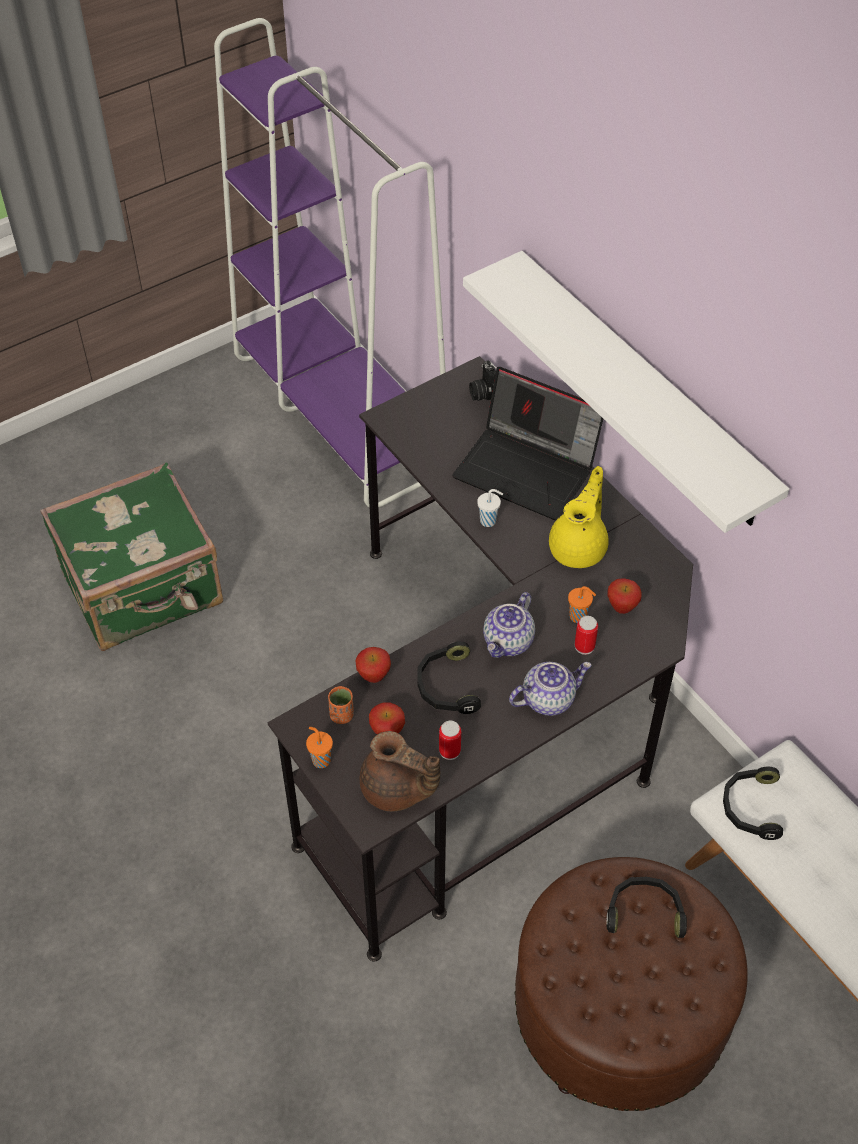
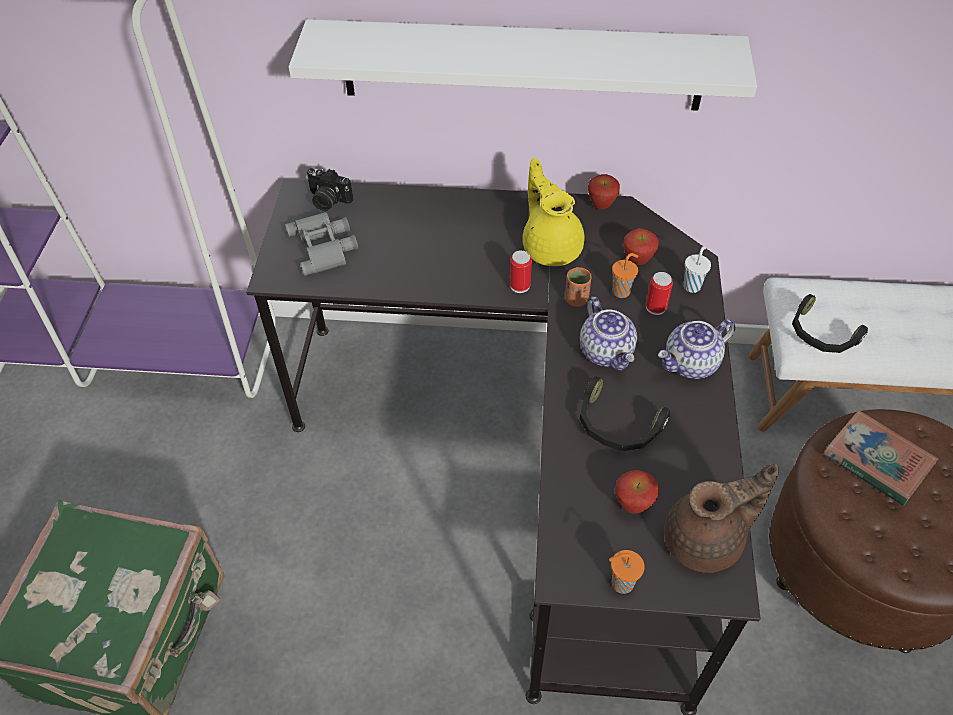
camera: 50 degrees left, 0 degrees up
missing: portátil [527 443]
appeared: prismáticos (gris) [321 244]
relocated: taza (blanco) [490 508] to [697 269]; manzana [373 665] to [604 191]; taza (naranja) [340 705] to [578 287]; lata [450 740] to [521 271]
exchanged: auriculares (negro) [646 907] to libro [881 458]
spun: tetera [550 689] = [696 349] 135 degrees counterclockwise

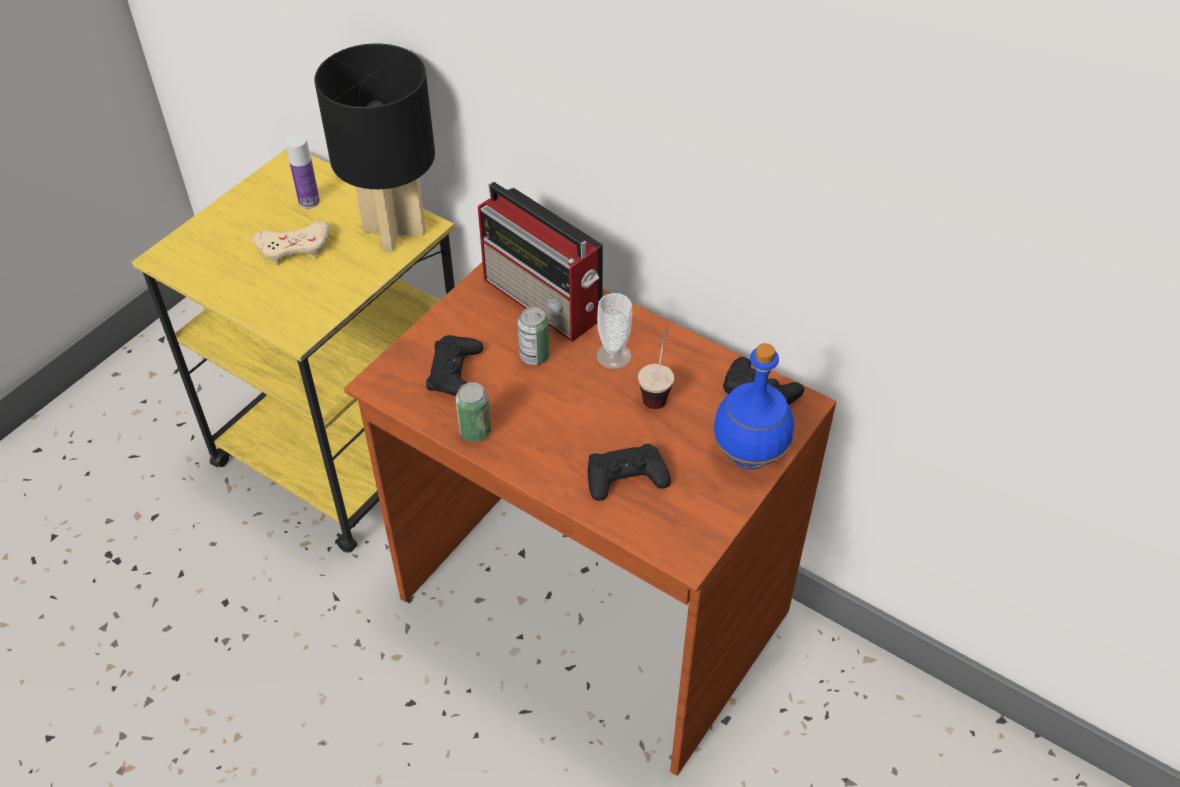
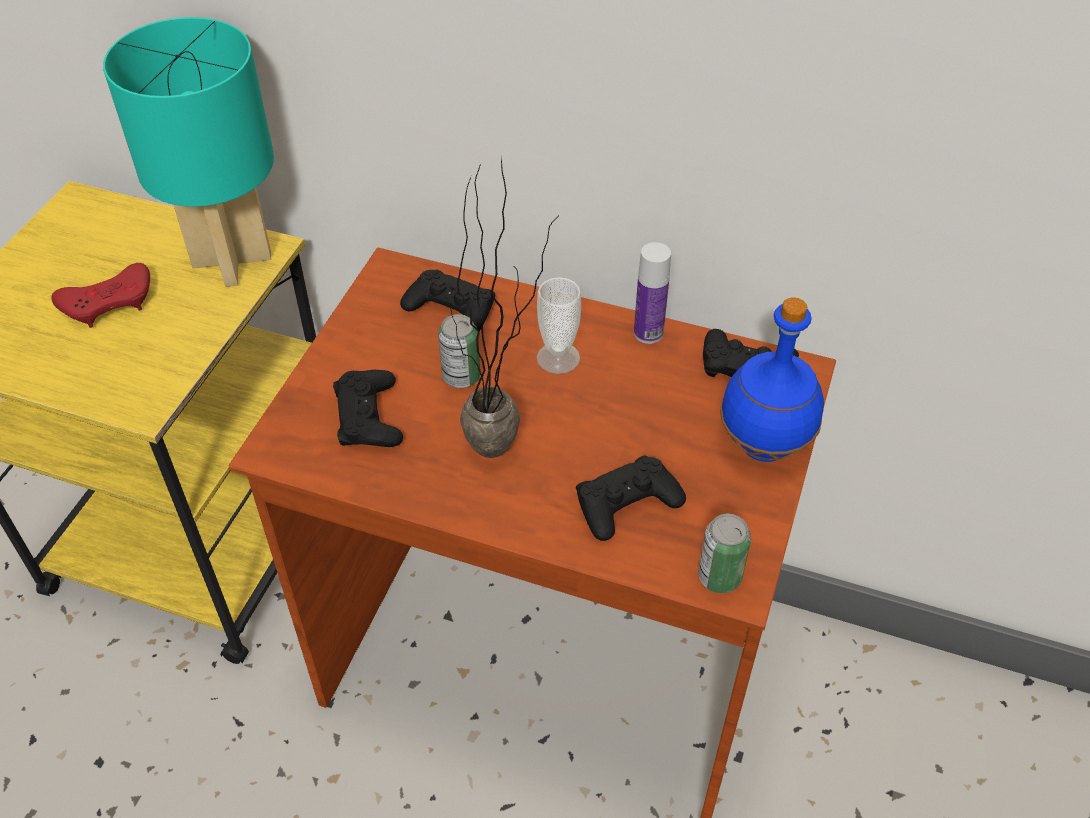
camera: 15 degrees left, 0 degrees up
missing: taza [656 367]
appeared: planta en maceta [500 307]
relocated: botella [303 171] to [652 293]; lata [473 412] to [724 553]
exchanged: radio [540 262] to mando de consola (negro) [447 300]
colour: lámpara de mesa (negro) [375 148] to lámpara de mesa (turquesa) [188 152]; mando de consola (beis) [292 243] to mando de consola (rojo) [100 295]

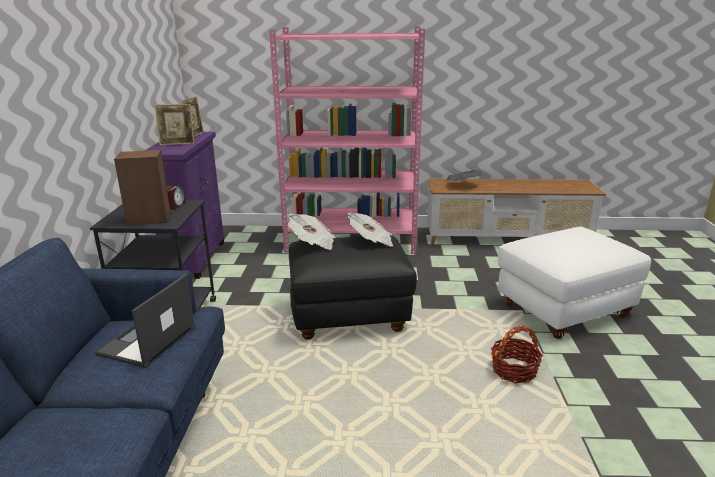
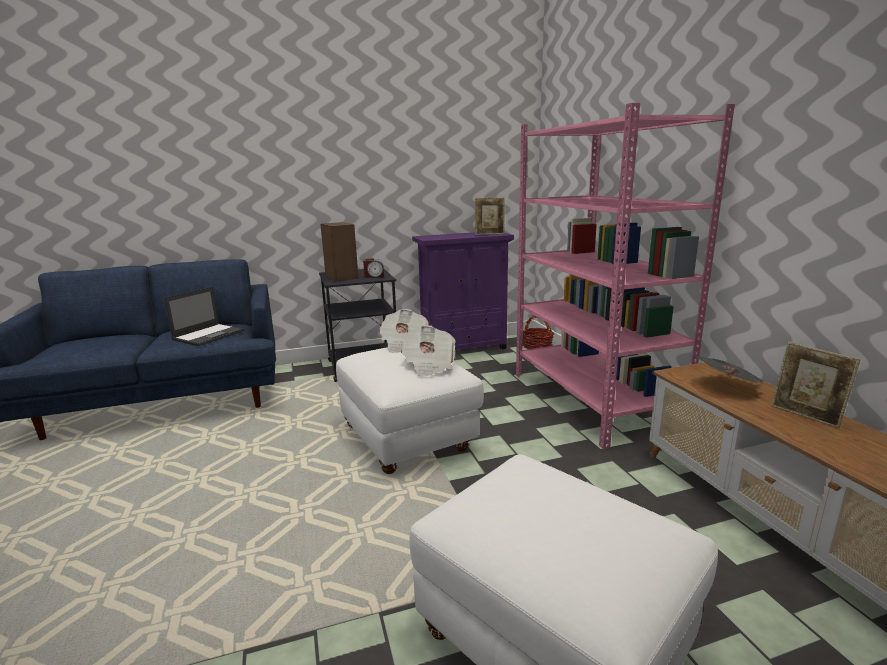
camera: 70 degrees right, 5 degrees down
relocated: portarretratos [175 125] to [816 385]; cesta [517 354] to [538 332]
colour: puf (negro) [353 287] to puf (blanco) [410 410]
spun: portátil [145 321] = [204 316] 120 degrees clockwise

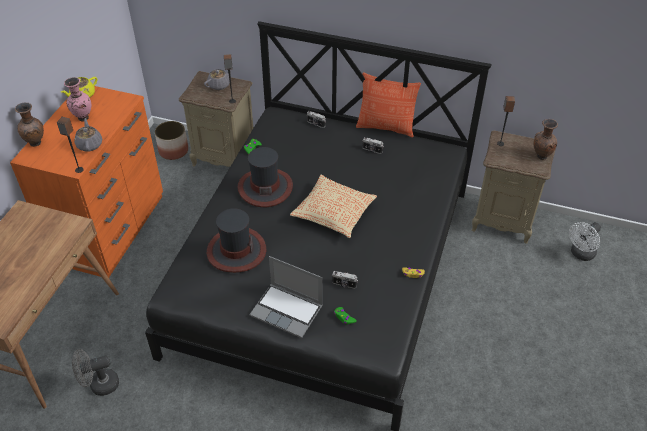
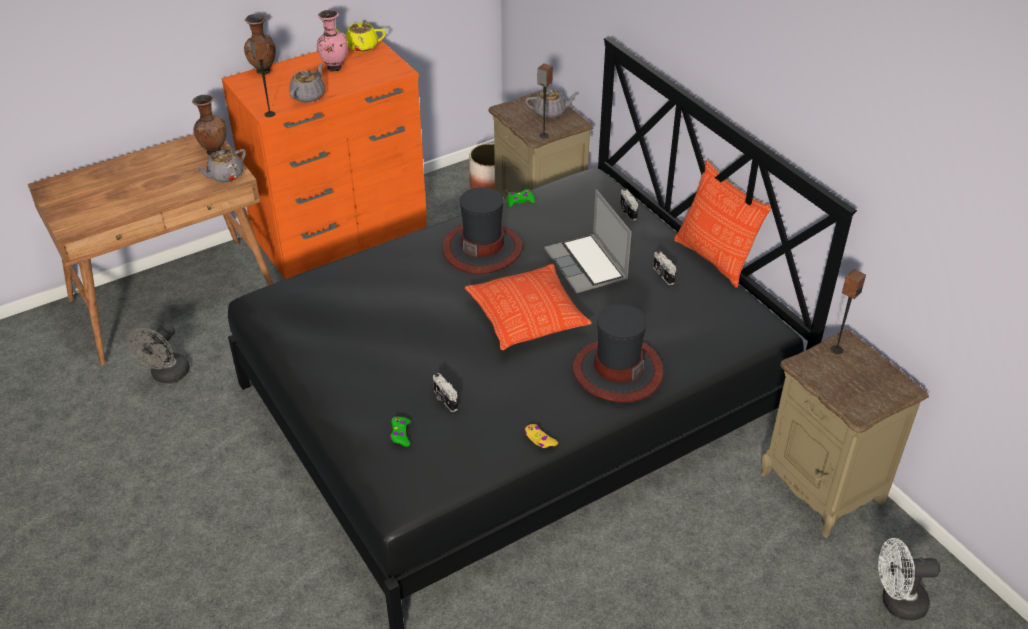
camera: 40 degrees right, 5 degrees down
appeared: tetera (gris) [221 165]
relocated: florero (marrón) [546 139] to [209 124]; sombrero [236 240] to [617 353]; portátil [286 297] to [588 242]
colour: cojín (beis) [333 206] to cojín (naranja) [528 307]
spun: ventilador (gris) [95 372] = [159 353] 90 degrees counterclockwise

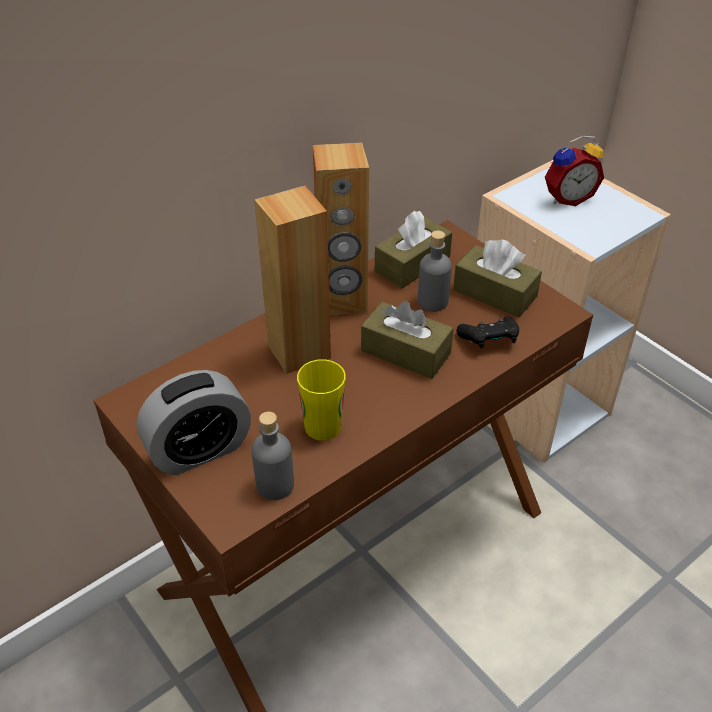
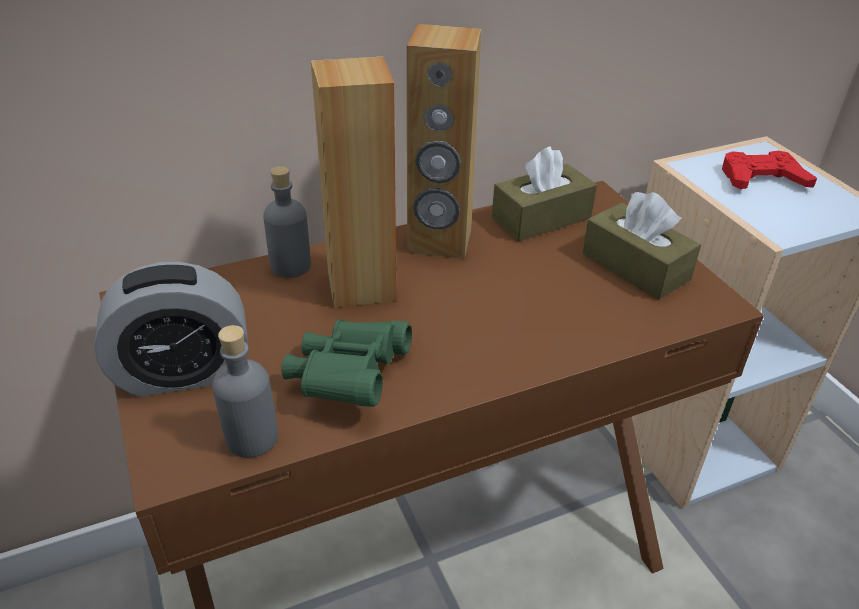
camera: 15 degrees right, 5 degrees down
missing: caja de pañuelos (marrón) [407 340]; mando de consola (negro) [488 333]
relocated: botella (gris) [435 271] to [287 222]
exchanged: despertador [574 170] to mando de consola (rojo) [769 170]; taza [321 400] to prismáticos (verde) [346 363]

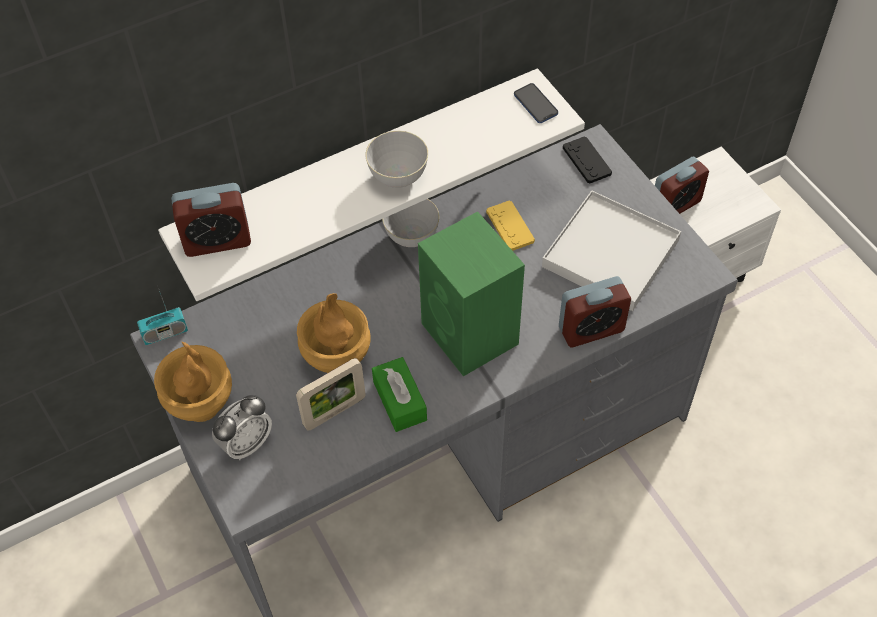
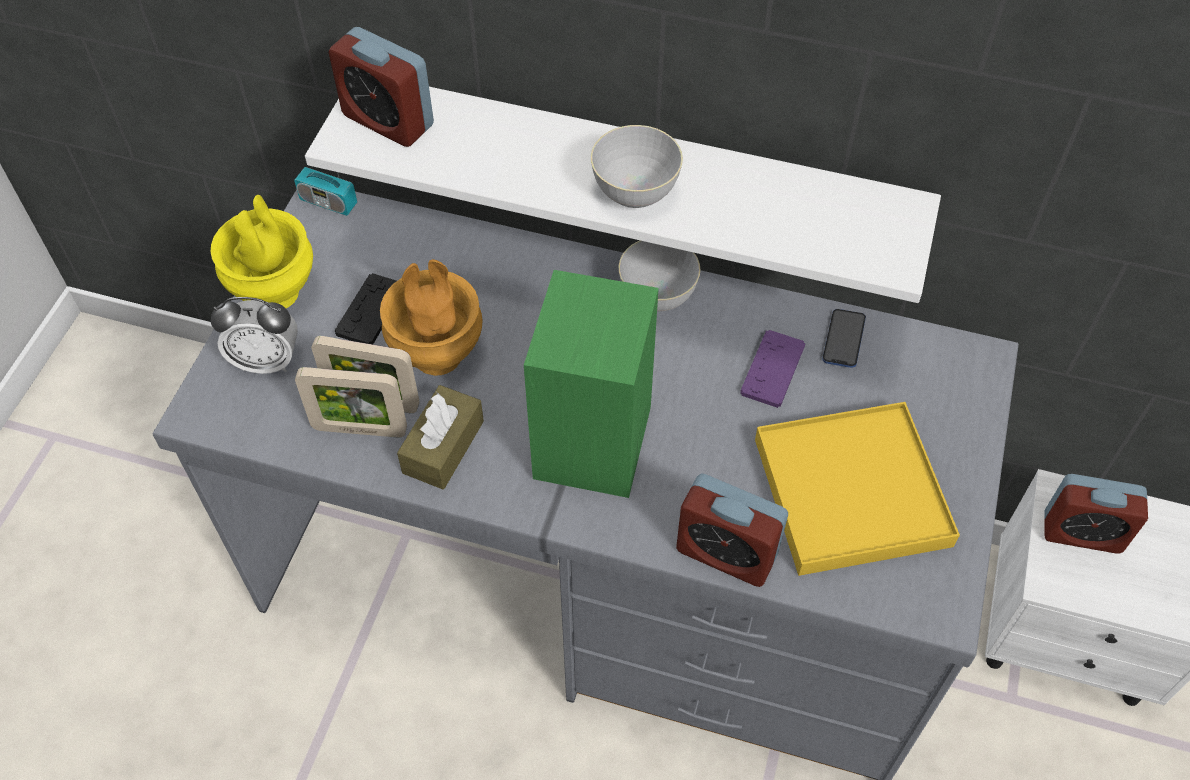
camera: 45 degrees right, 0 degrees up
appeared: portarretratos [351 402]
relocated: móvil [536 103] to [844 338]; mando de consola (negro) [587 159] to [365 308]
colour: bandeja (blanco) [611 251] to bandeja (amarillo) [857 489]; mando de consola (amarillo) [510 225] to mando de consola (morado) [772 369]; florero (marrón) [193 382] to florero (amarillo) [262 251]; caja de pañuelos (verde) [399 394] to caja de pañuelos (marrón) [440 437]

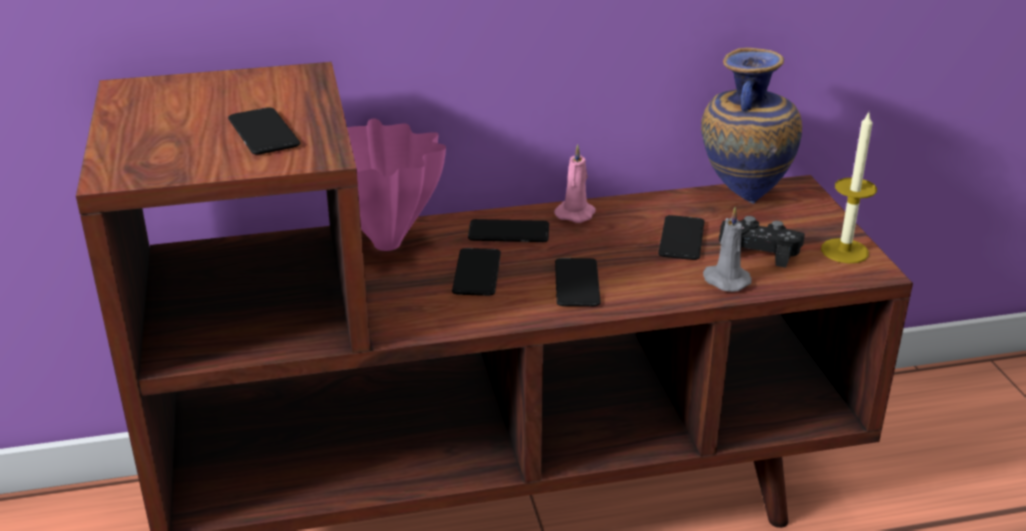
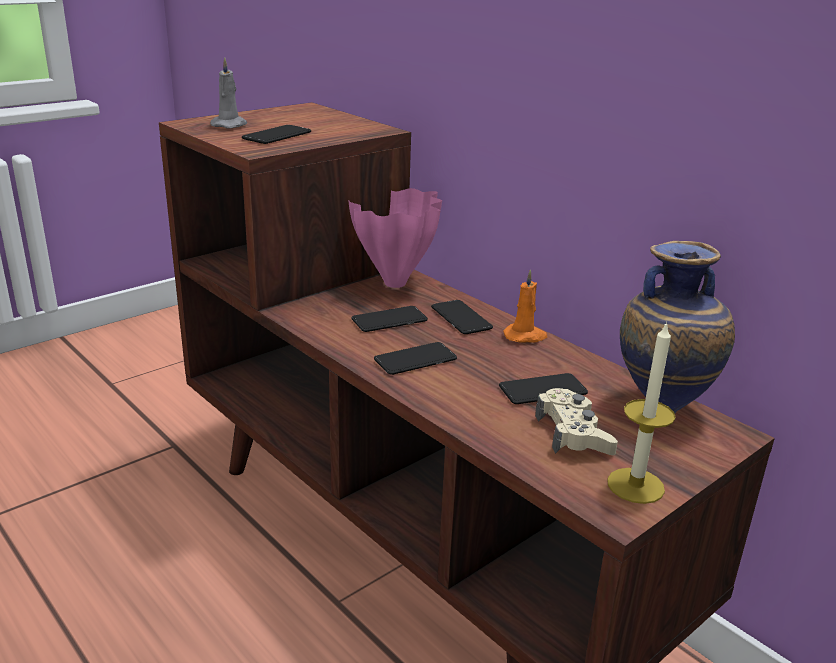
camera: 60 degrees right, 5 degrees down
relocated: vela (gris) [727 249] to [228 93]
colour: vela (rosa) [575 184] to vela (naranja) [525 306]; mando de consola (negro) [762 242] to mando de consola (beis) [576 421]

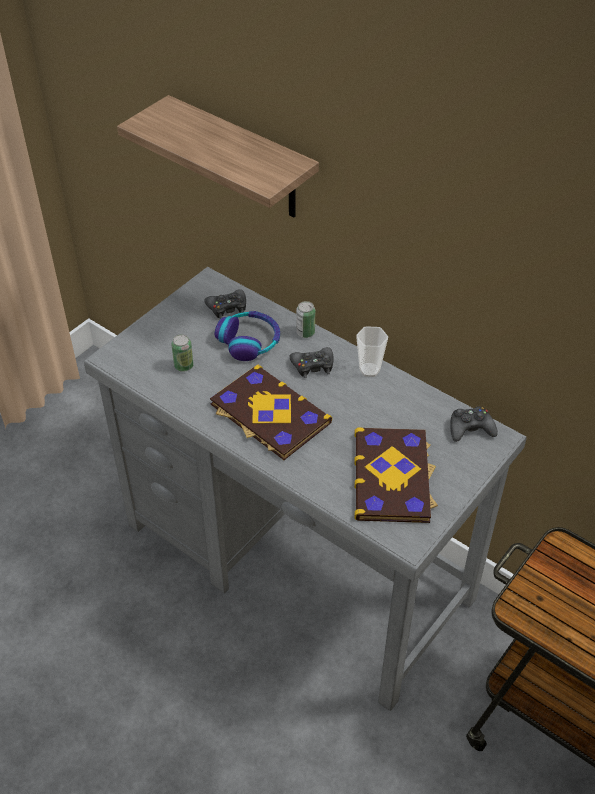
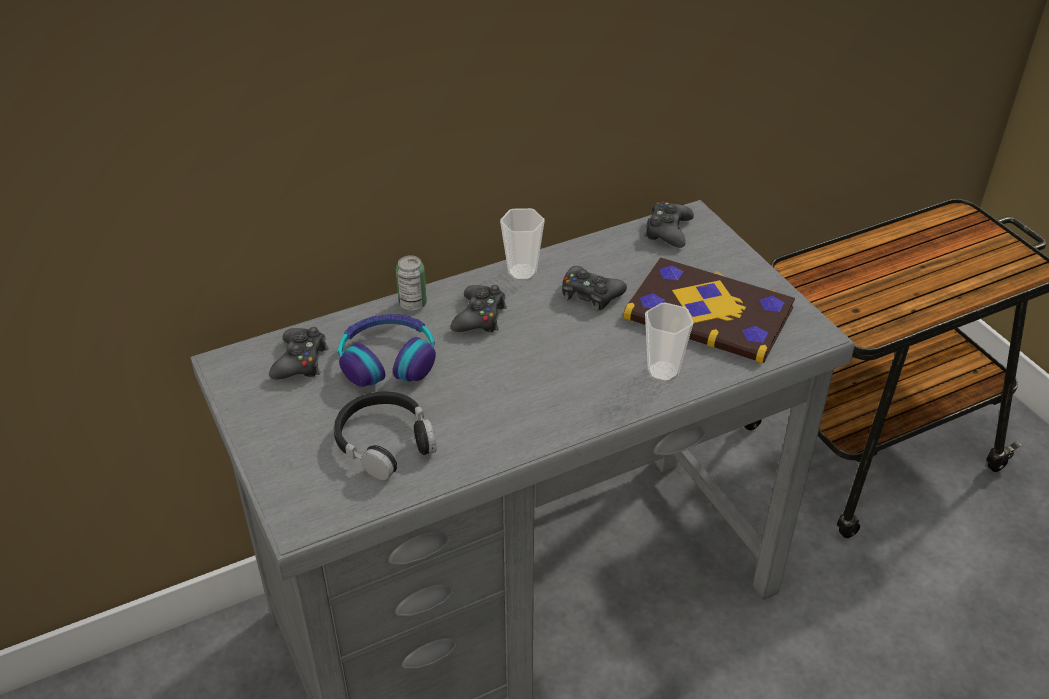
camera: 65 degrees left, 5 degrees down
missing: estante [218 156]; libro [271 412]
appeared: mando de consola (negro) [594 288]; taza [669 343]
exchanged: lata [182 353] to auriculares (negro) [385 436]

